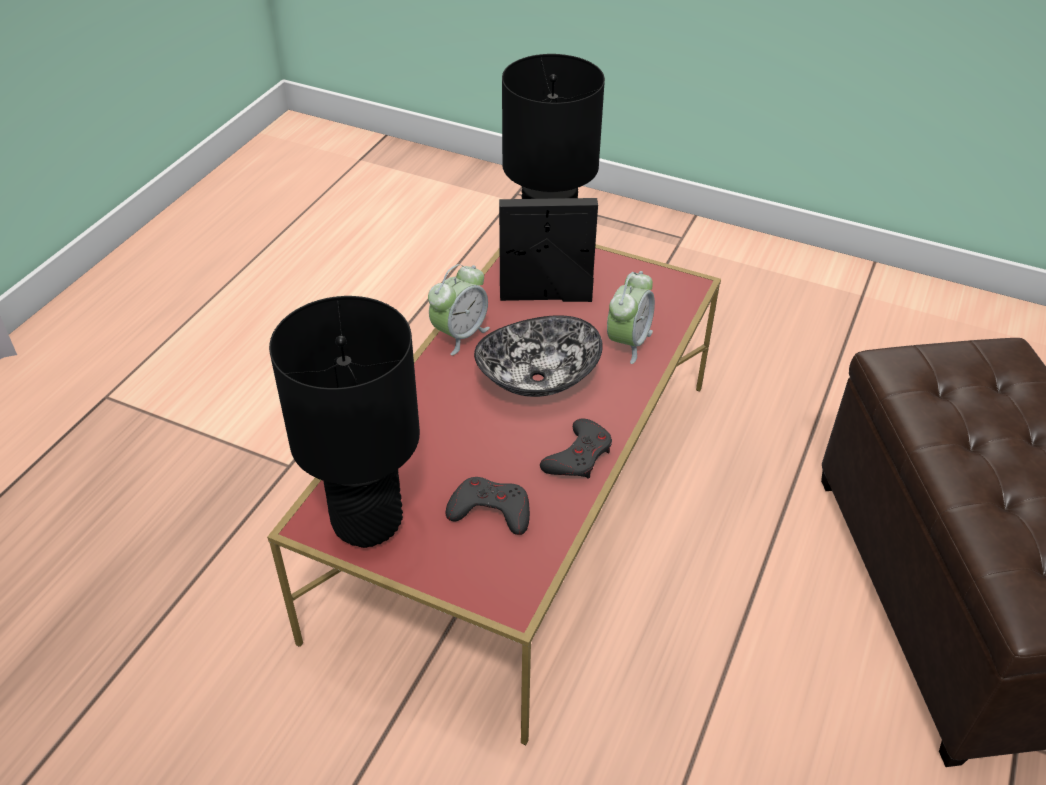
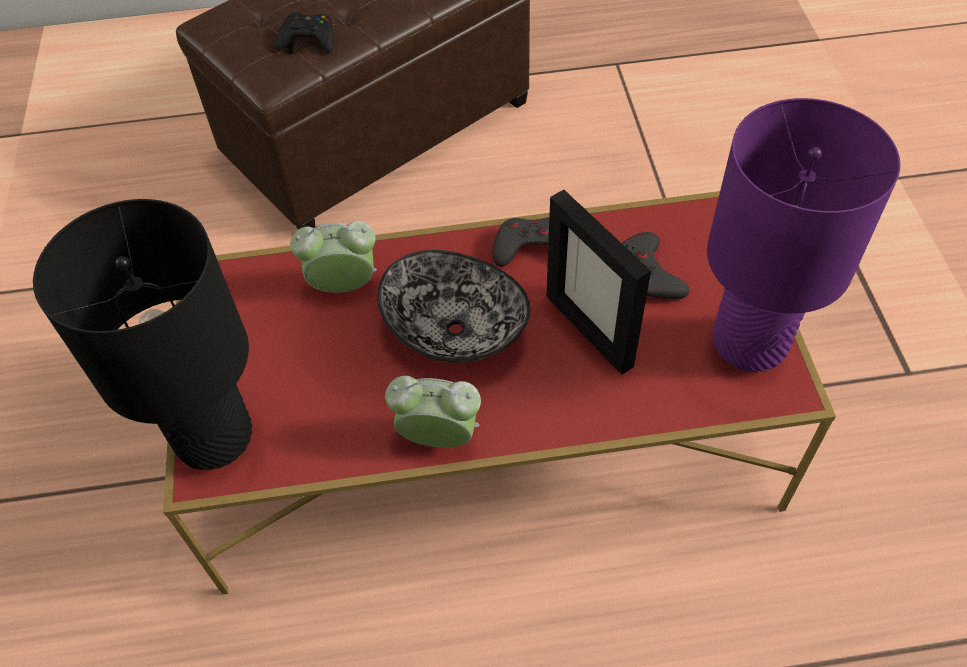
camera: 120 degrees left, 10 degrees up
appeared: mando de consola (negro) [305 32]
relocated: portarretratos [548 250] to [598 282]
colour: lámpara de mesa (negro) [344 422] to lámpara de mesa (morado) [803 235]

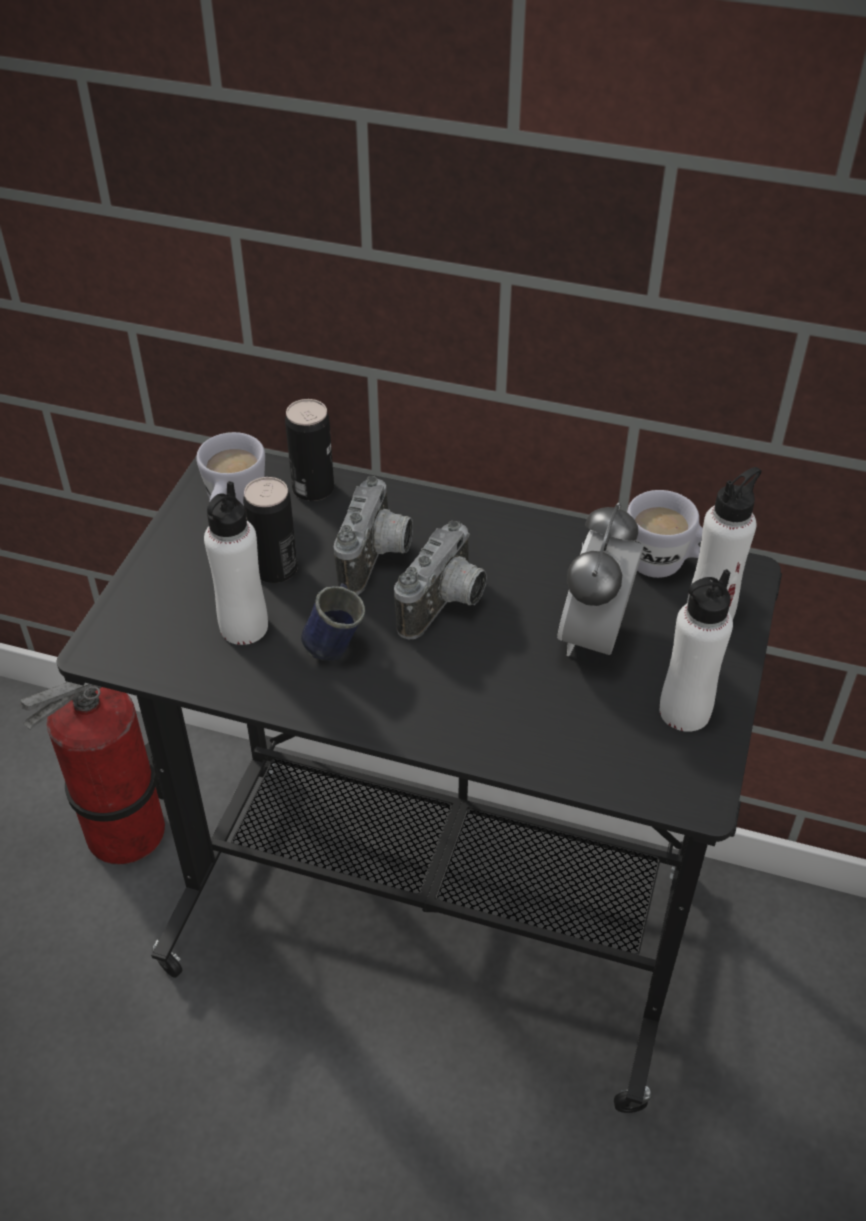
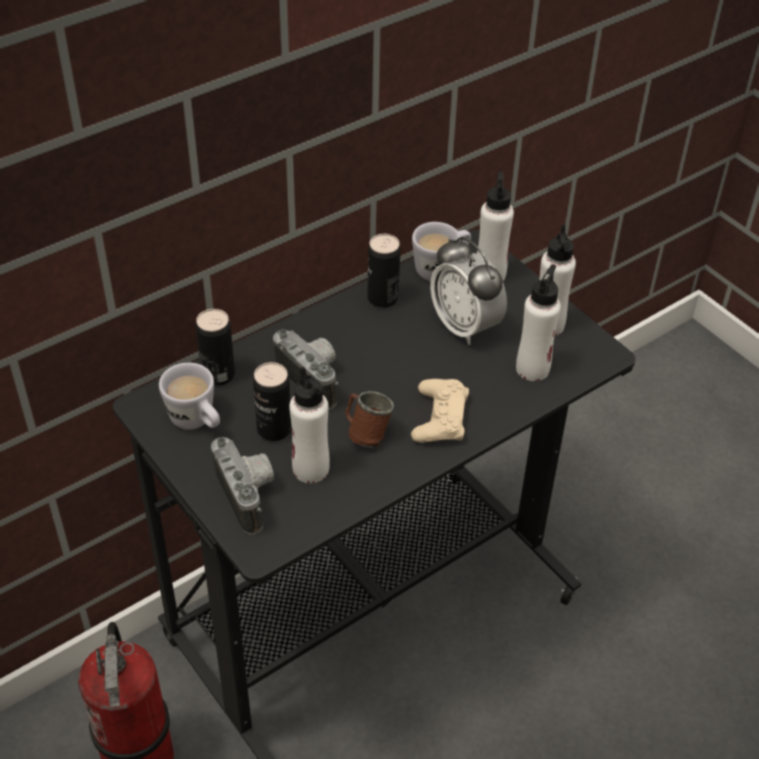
camera: 55 degrees left, 0 degrees up
appeared: lata [384 271]; botella (blanco) [538 323]; mando de consola (beis) [440 411]
relocated: cámara [440 580] to [242 486]
colour: taza grande (azul) [333 622] to taza grande (marrón) [369 419]

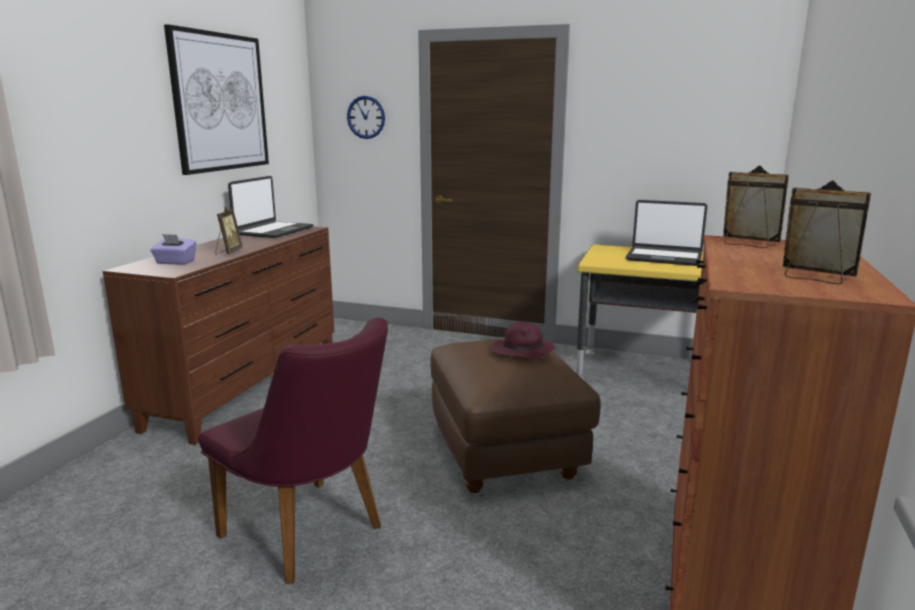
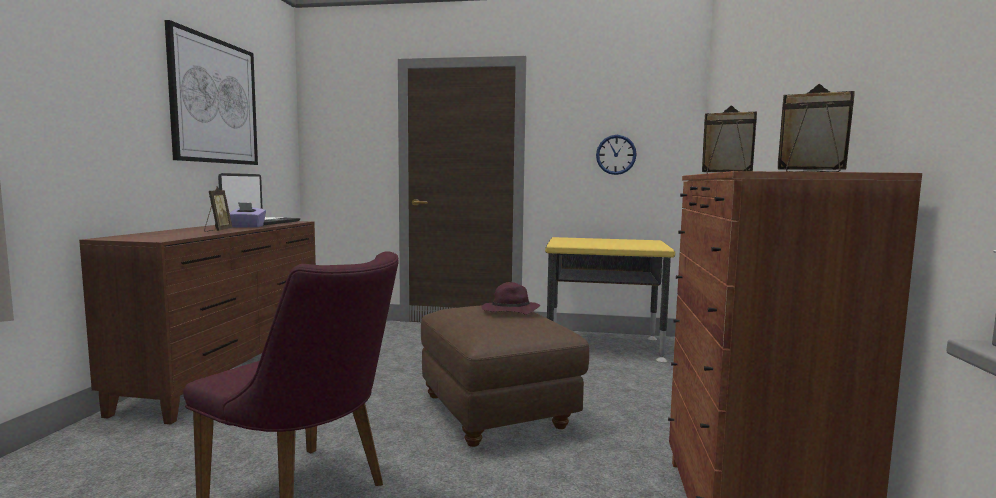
camera: 10 degrees left, 10 degrees down
missing: portátil [666 233]
relocated: reloj de pared [366 117] to [616 155]; caja de pañuelos (morado) [173 249] to [248 215]

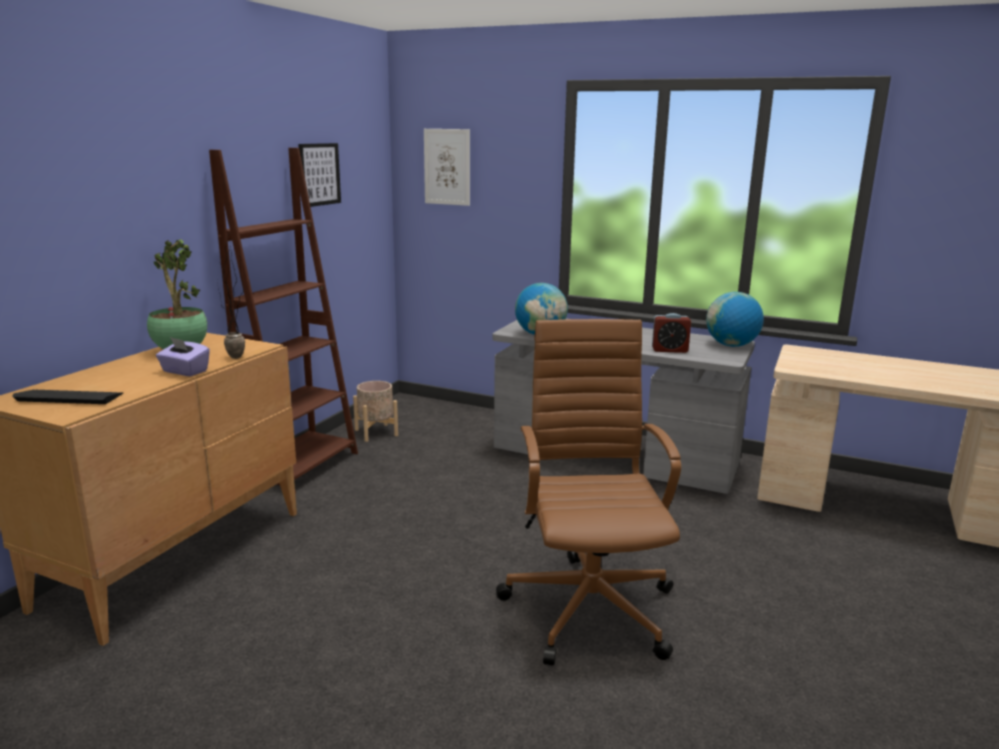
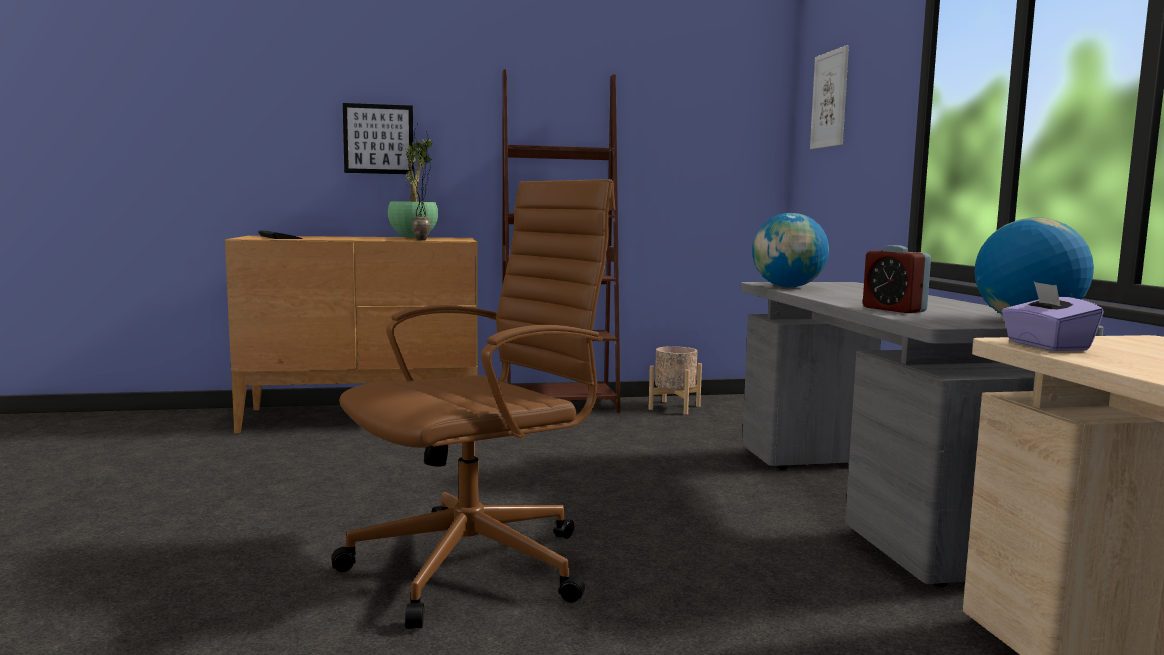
camera: 55 degrees right, 10 degrees down
relocated: cuadro [319 175] to [378 138]; caja de pañuelos (morado) [183 356] to [1053 316]

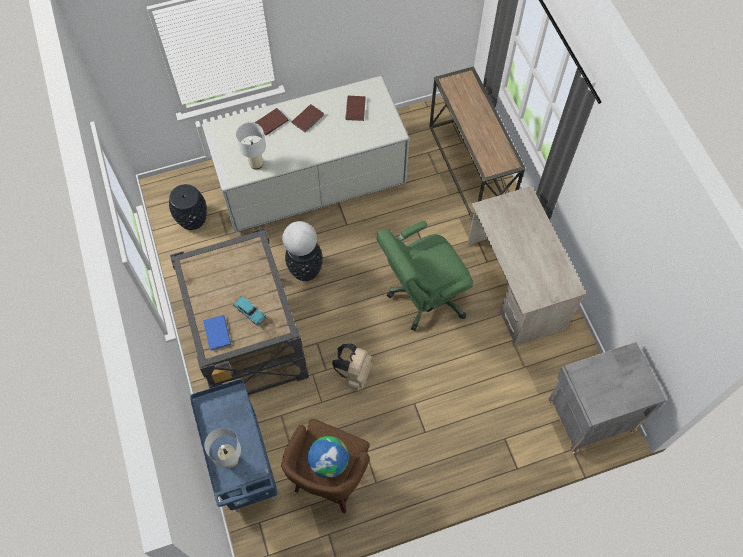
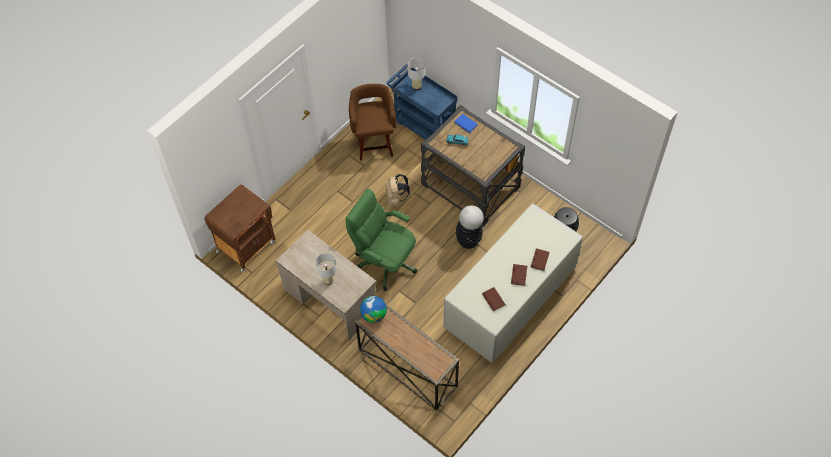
camera: 150 degrees right, 5 degrees down
relocated: lámpara de mesa (blanco) [251 146] to [325 269]; globo terráqueo [328 457] to [373 309]
colour: carrito (gris) [607 398] to carrito (marrón) [239 228]
spun: silla de oficina (verde) [424 276] = [381 240] 90 degrees counterclockwise

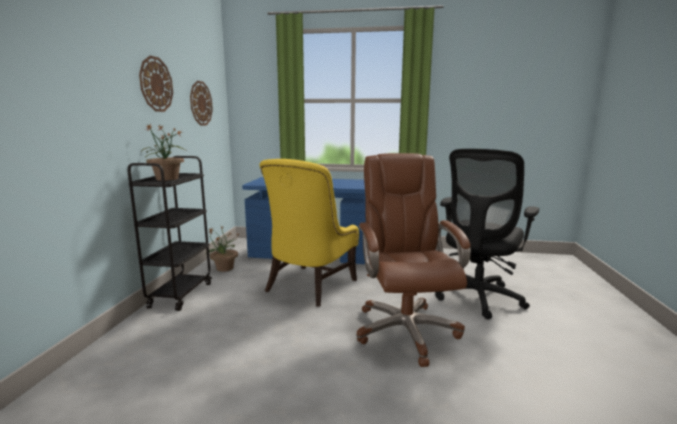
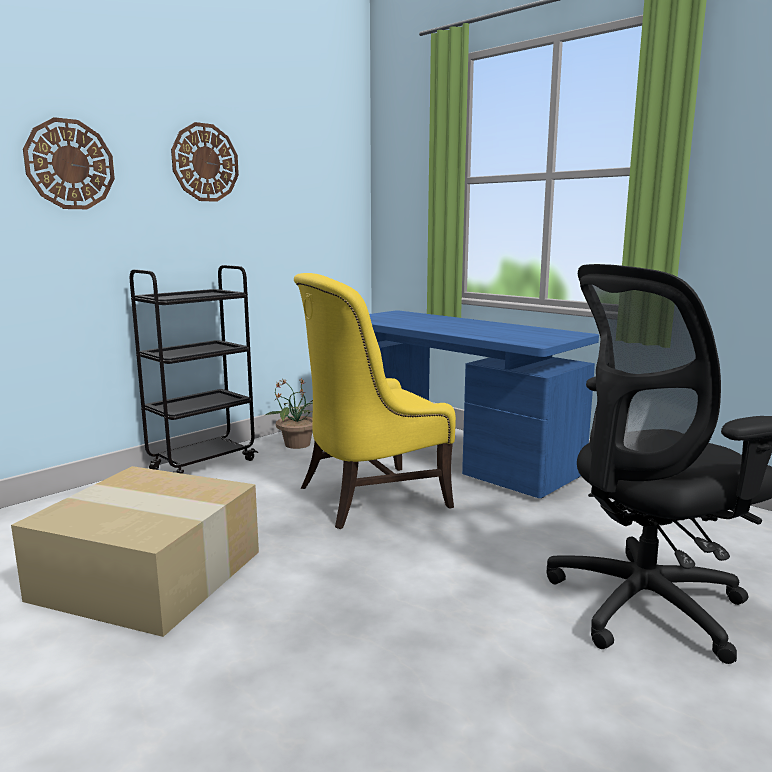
camera: 35 degrees right, 0 degrees up
missing: planta en maceta [165 153]; silla de oficina (marrón) [413 260]
appeared: caja de cartón [135 551]
relocated: reloj de pared [201 103] to [69 163]

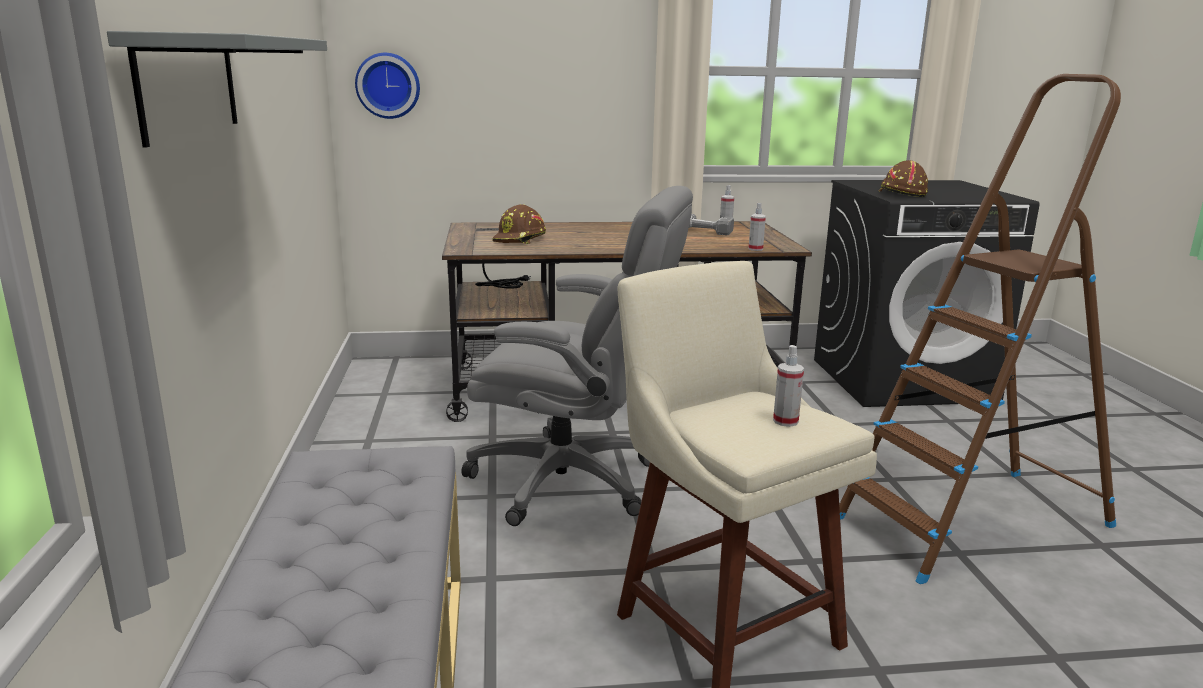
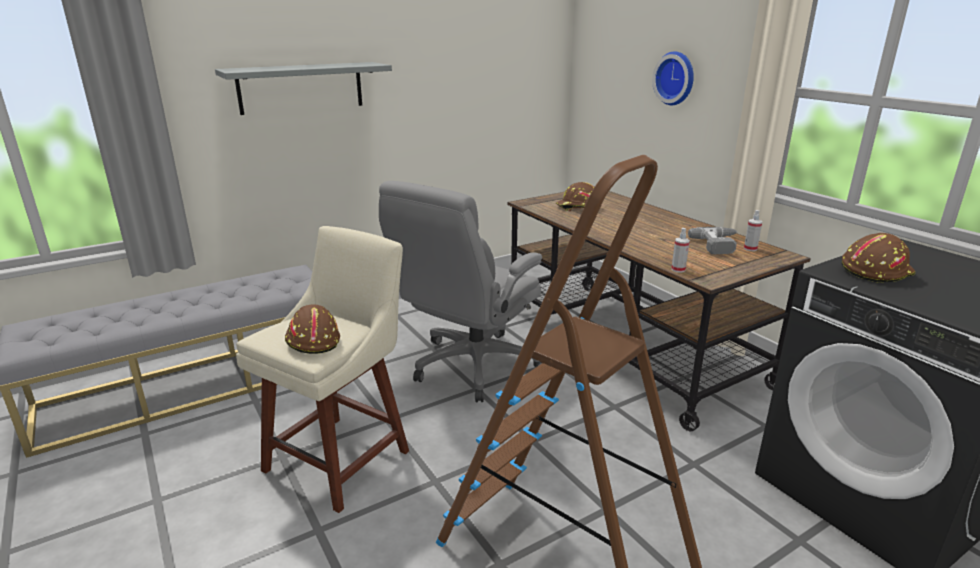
camera: 65 degrees right, 5 degrees up
relocated: reloj de pared [387 86] to [673 78]
exchanged: pulverizador [788 386] to casco (marrón) [312 329]
spun: silla de oficina (gris) [577 356] = [460 291] 45 degrees clockwise

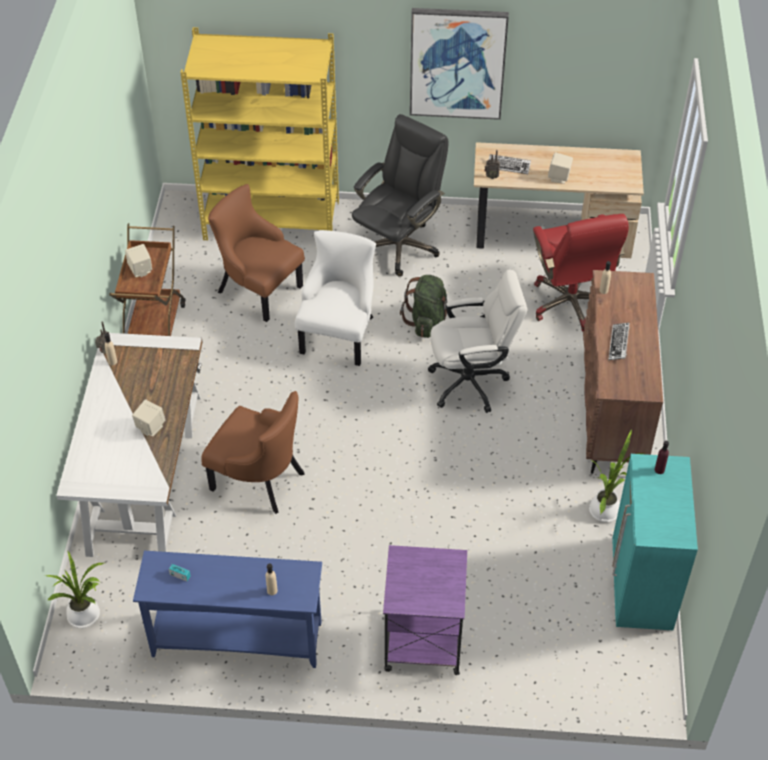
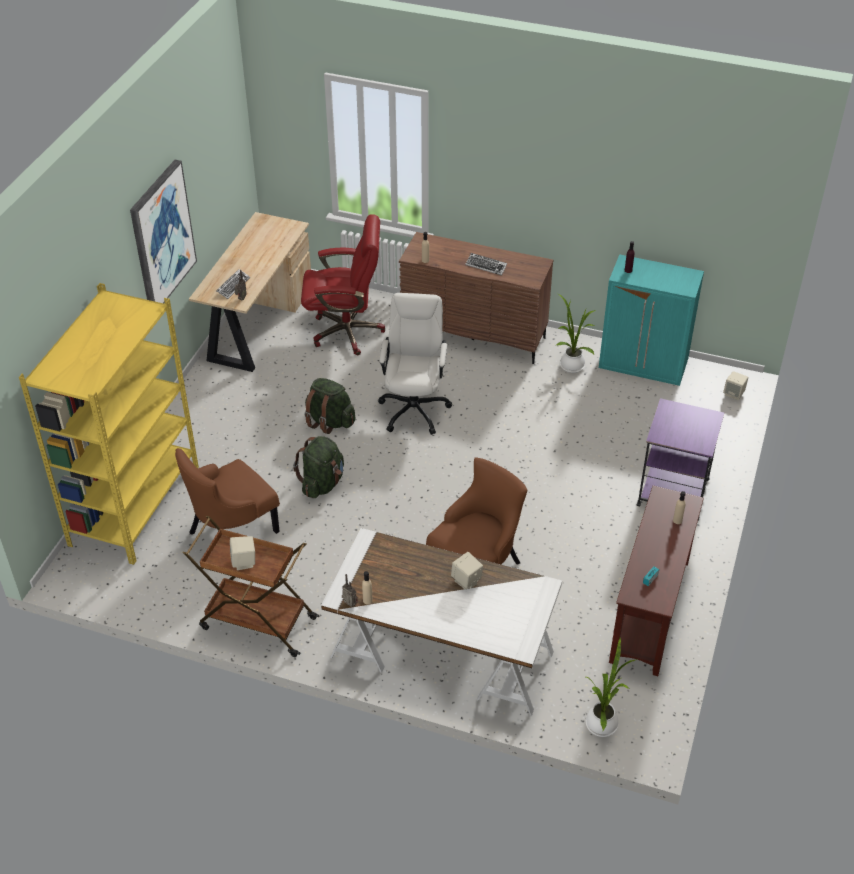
camera: 75 degrees left, 5 degrees down
missing: silla de oficina (negro) [400 195]
relocated: altavoz (beis) [560 168] to [735 386]
exchanged: silla (blanco) [335 298] to mochila (verde) [318 467]
colour: mesa consola (azul) [227 609] to mesa consola (marrón) [656 581]

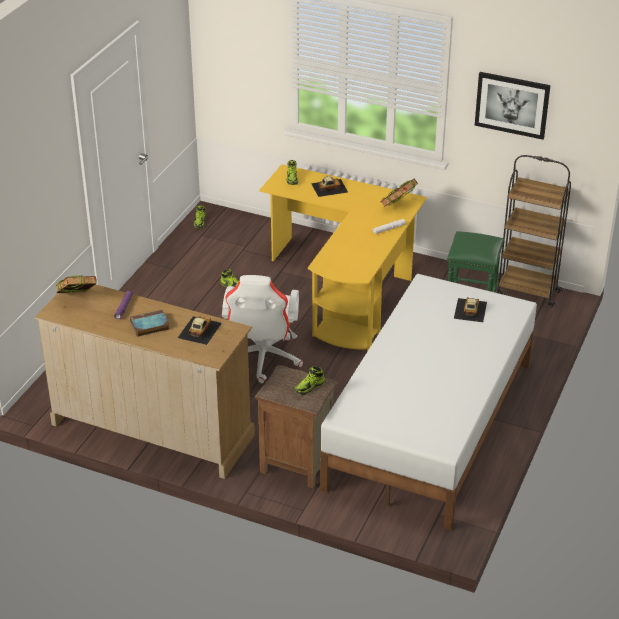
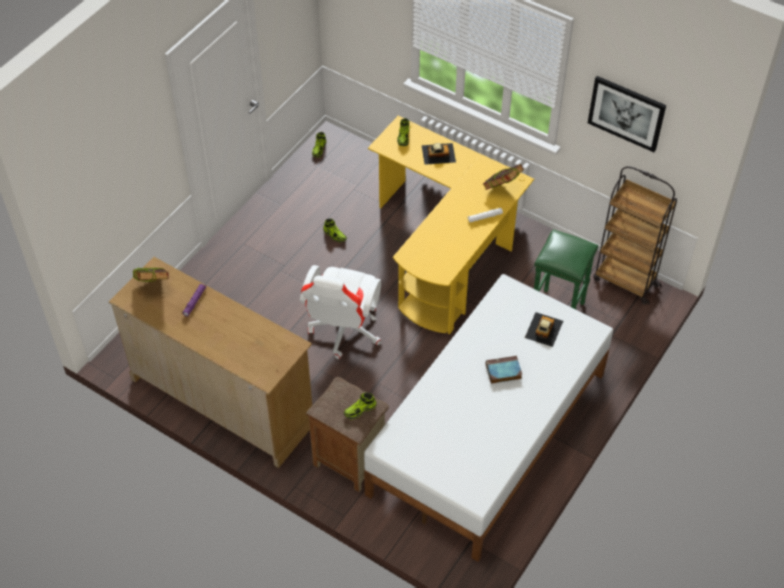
camera: 10 degrees right, 15 degrees up
missing: coche de juguete [200 330]
relocated: libro [150 323] to [504 370]

